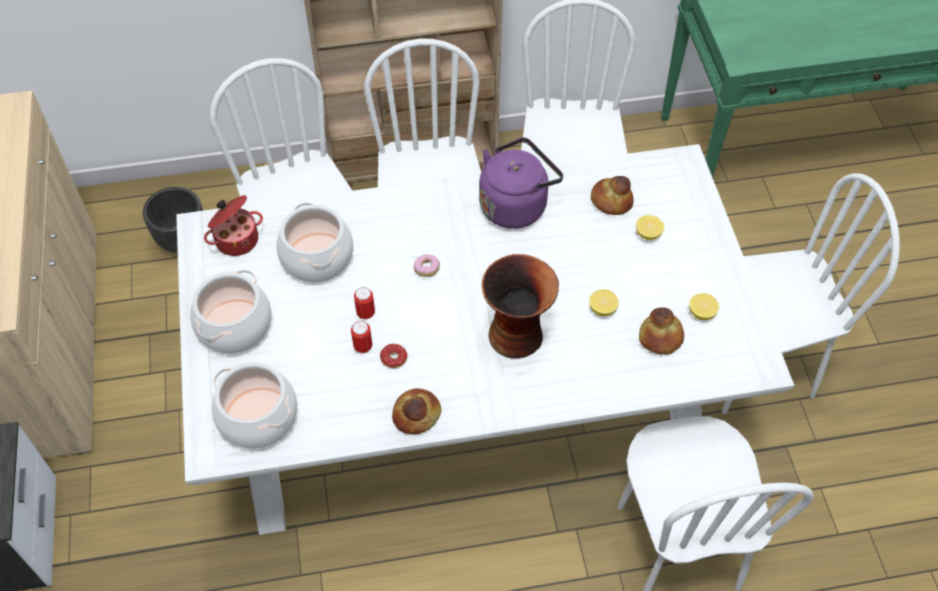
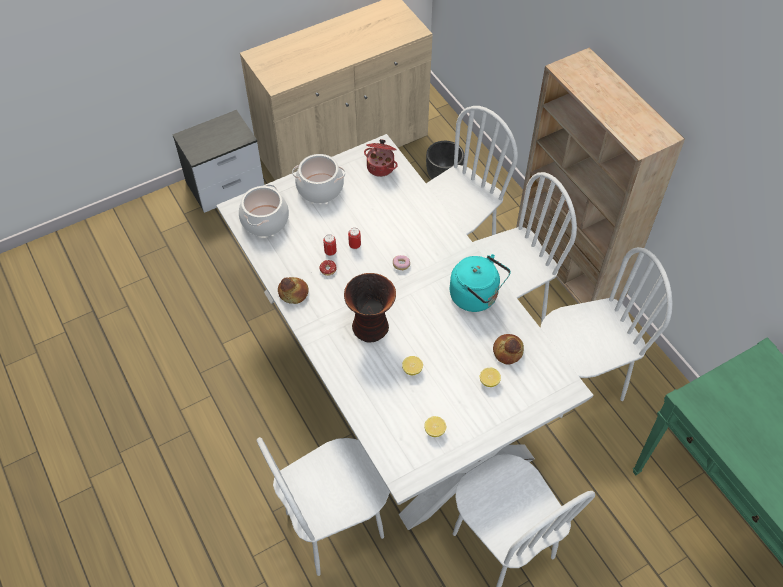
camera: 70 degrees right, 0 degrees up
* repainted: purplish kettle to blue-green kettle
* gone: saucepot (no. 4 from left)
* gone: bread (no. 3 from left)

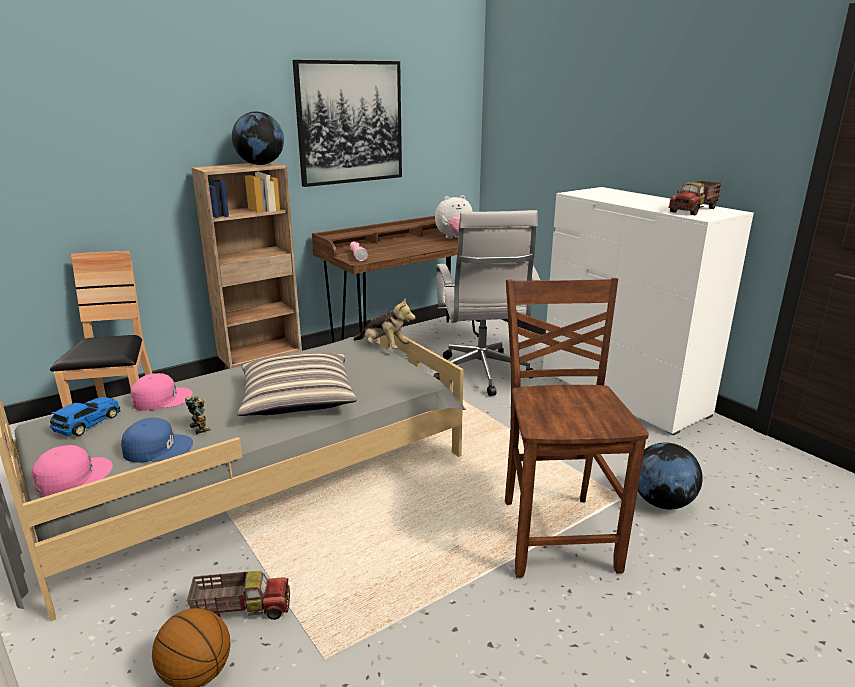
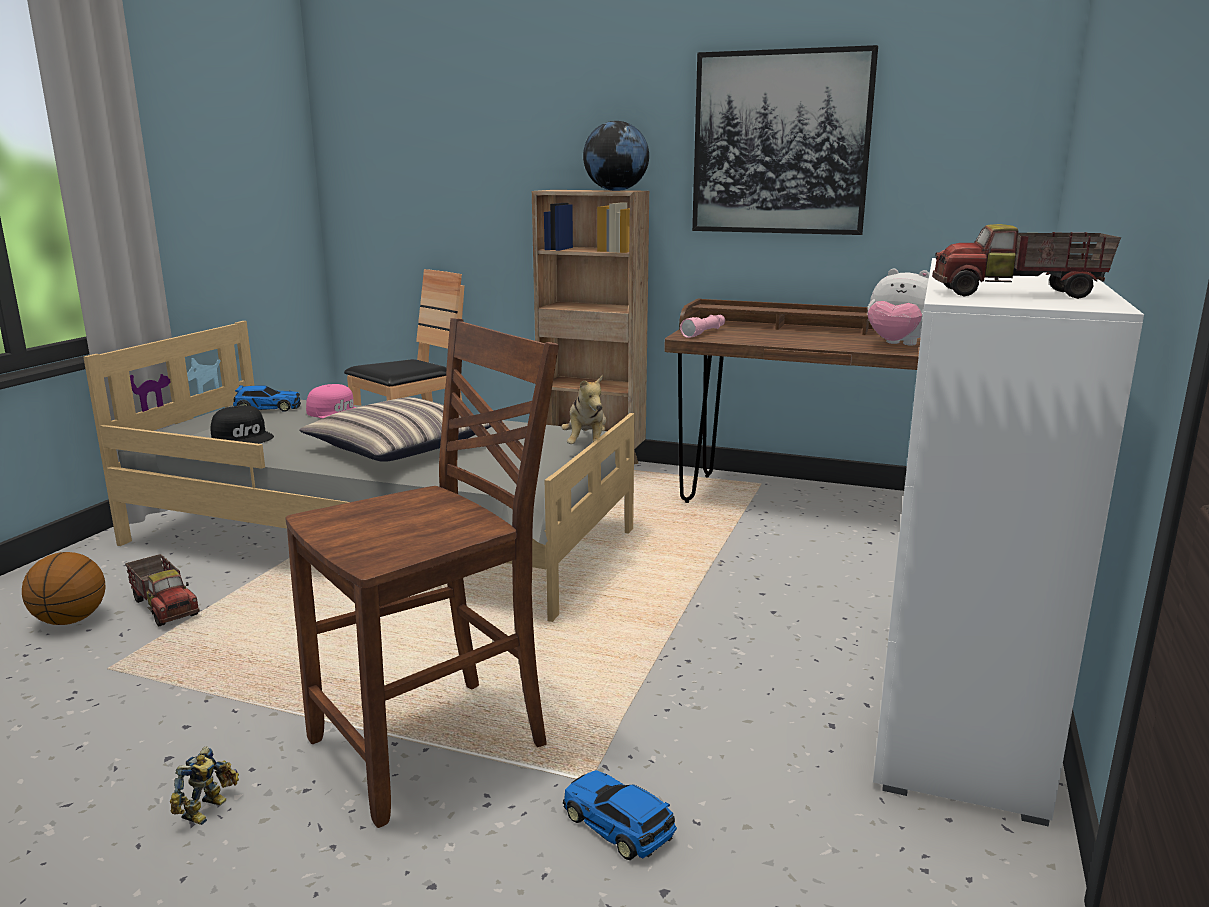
camera: 55 degrees right, 5 degrees down
* gone: whitish office chair
* shifted: model robot
* repainted: bluish baseball cap to blackish baseball cap
* swapped: world globe (no. 2 from left) to model car (no. 2 from left)
* gone: pink baseball cap (no. 1 from left)

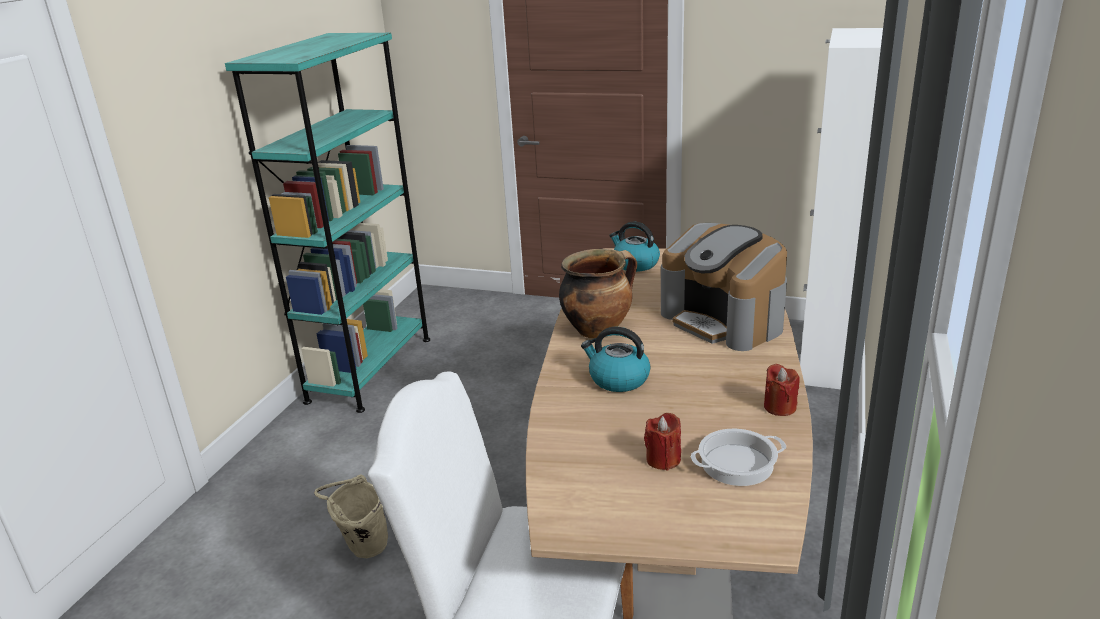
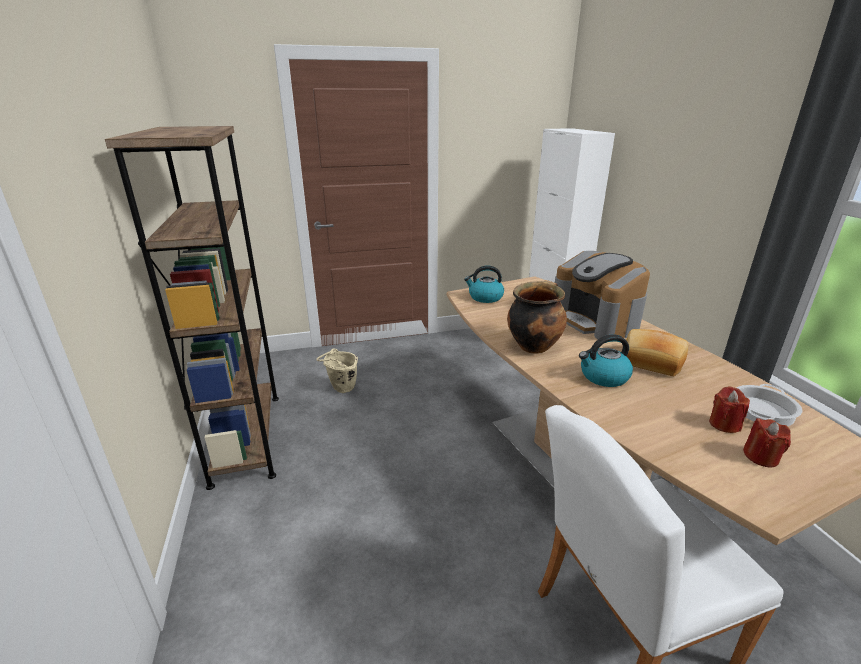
camera: 35 degrees left, 0 degrees up
* repainted: blue-green bookcase to brown-coloured bookcase
* rotated: coffee machine 45 degrees clockwise
* shifted: red-coloured wax light (no. 2 from left)
* shifted: sand-coloured pail
* new: bread

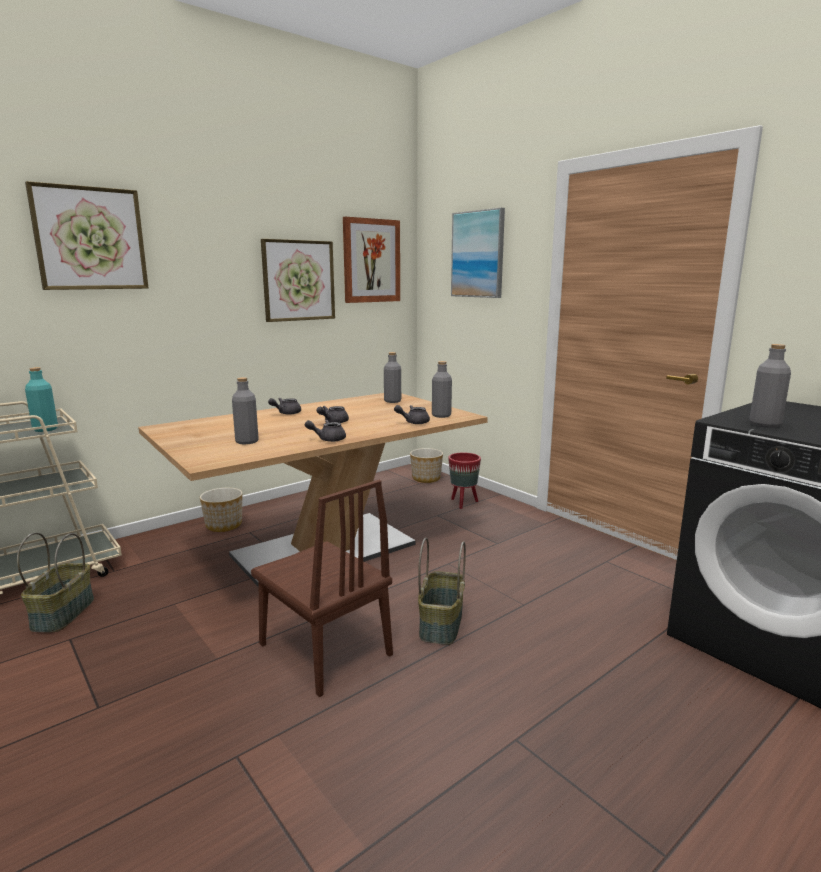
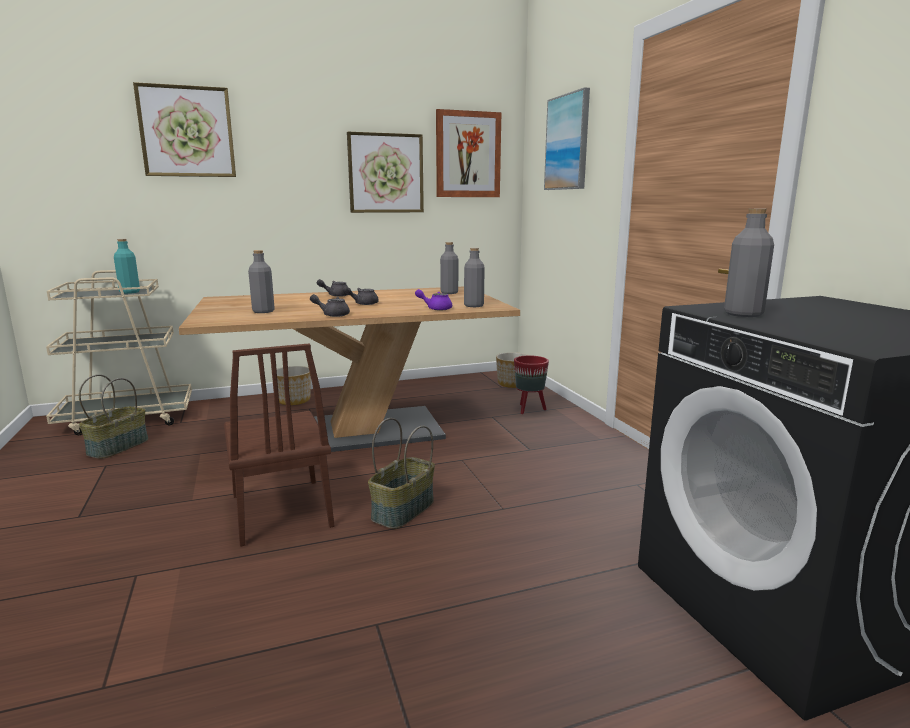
camera: 20 degrees right, 0 degrees up
* repainted: greyish teapot (no. 4 from left) to purplish teapot

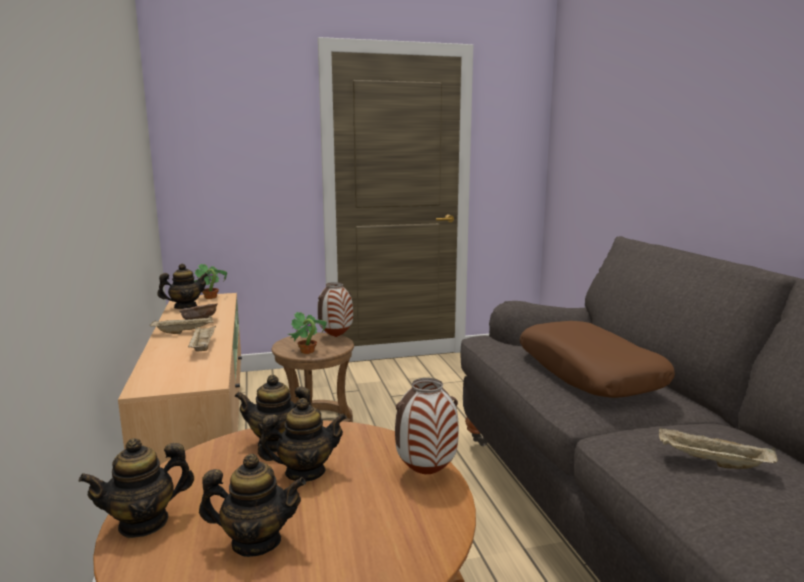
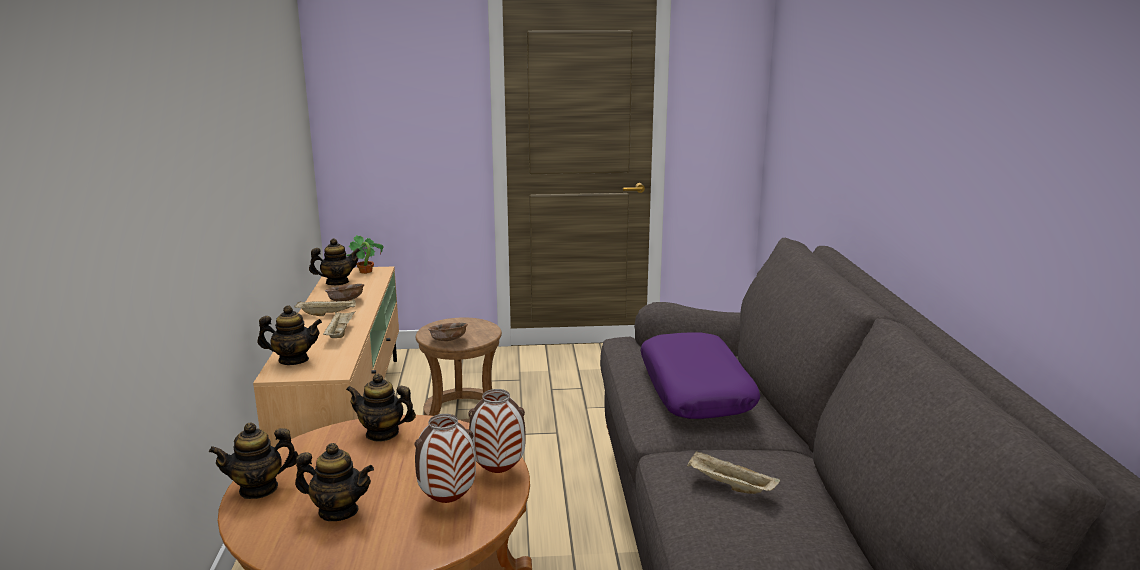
camera: 10 degrees right, 5 degrees up
* shifted: decorative vase (no. 1 from left)
* swapped: potted plant (no. 2 from left) to brown-coloured serving bowl (no. 2 from left)
* repainted: brown-coloured pillow to purplish pillow
* shifted: teapot (no. 5 from left in the first image) to teapot (no. 2 from left)

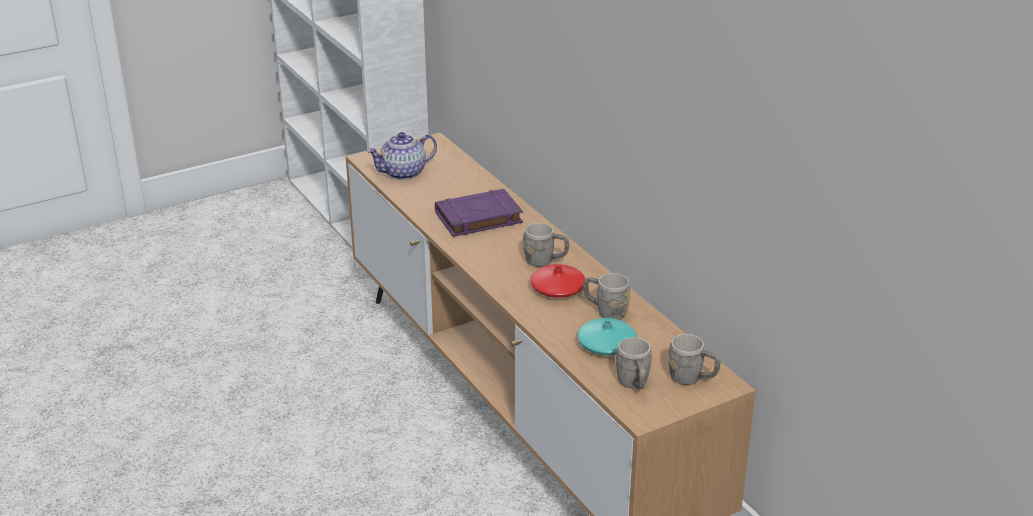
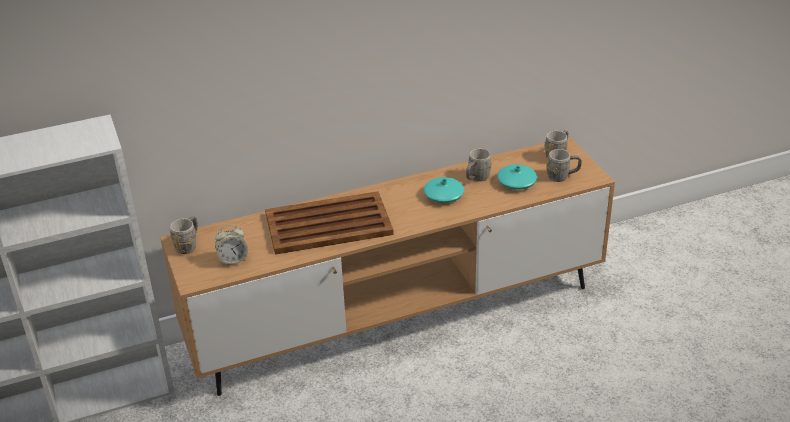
camera: 80 degrees left, 5 degrees up
* swapped: teapot to table clock
* swapped: purplish volume to brown-coloured serving tray
* shifted: greyish coffee mug (no. 1 from left)
* repainted: red-coloured decorative vase to blue-green decorative vase (no. 1 from left)

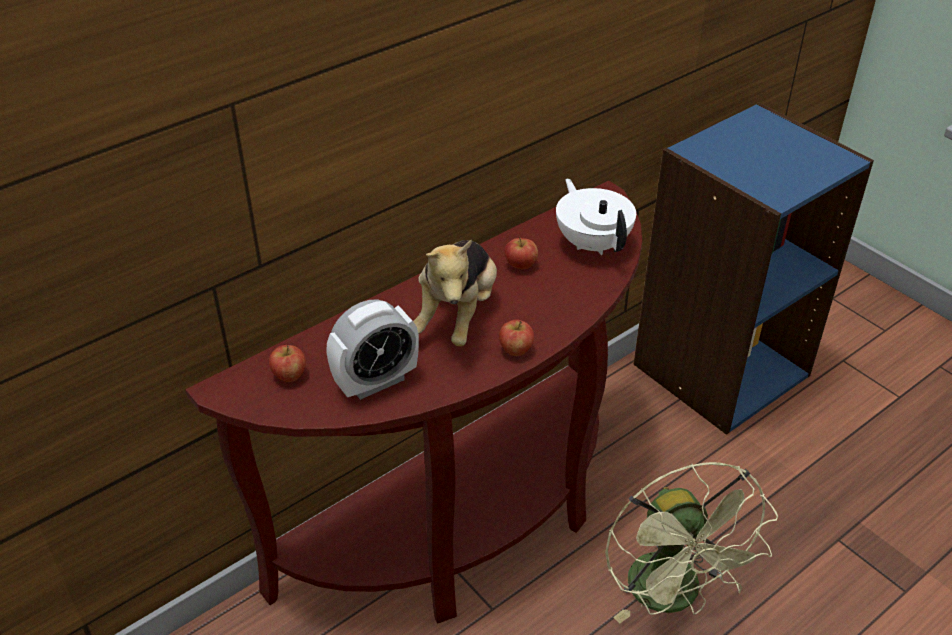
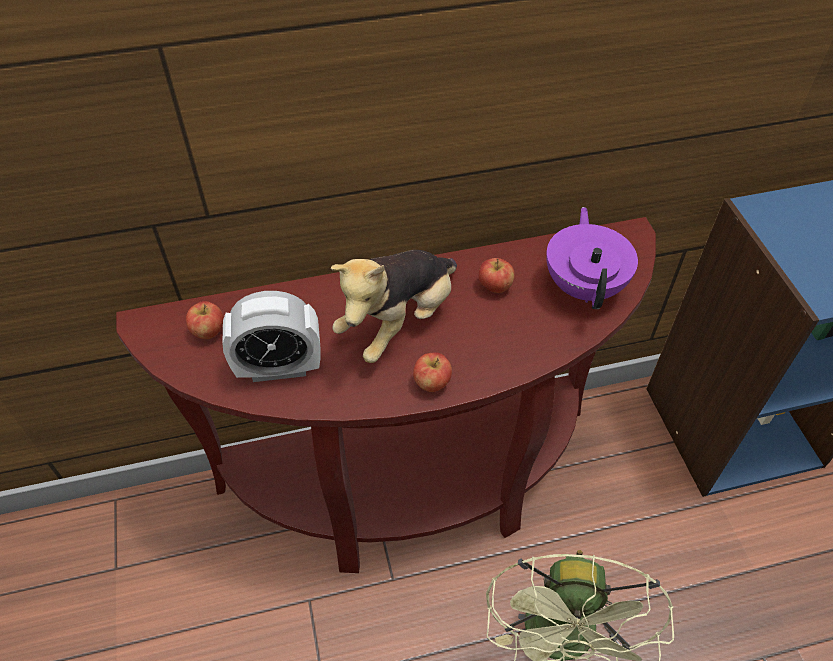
camera: 25 degrees right, 10 degrees up
* repainted: whitish teapot to purplish teapot

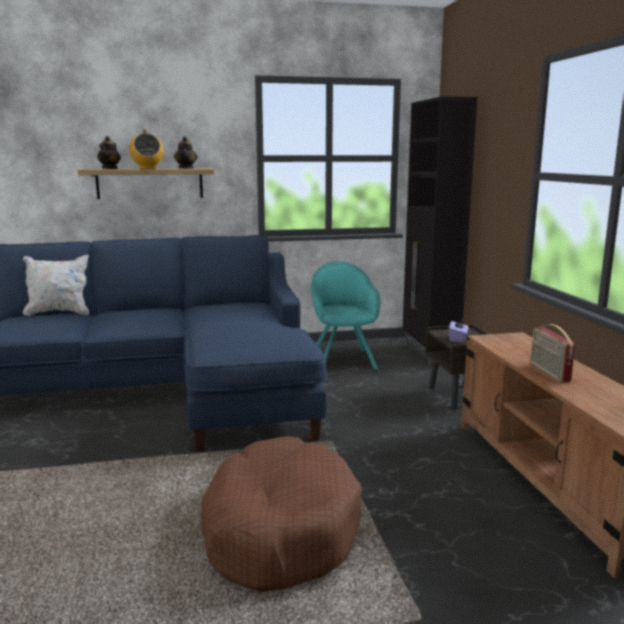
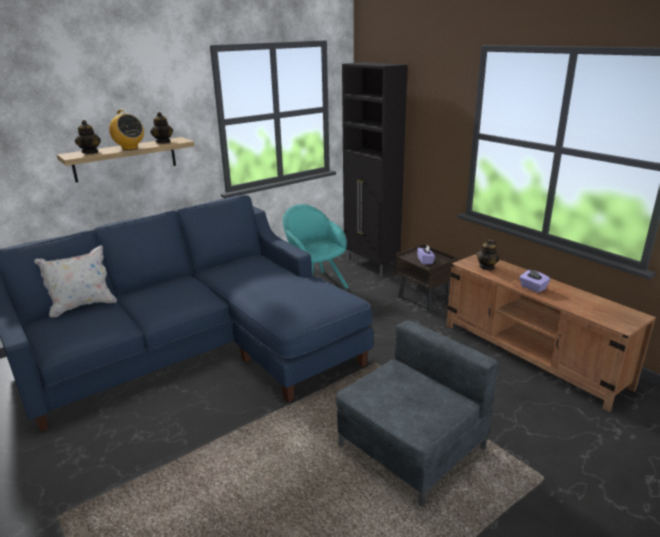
camera: 25 degrees left, 10 degrees up
* swapped: radio receiver (no. 2 from left) to purplish box of tissues (no. 2 from left)
* swapped: brown-coloured pet bed to greyish lounge chair
* new: teapot (no. 3 from left)

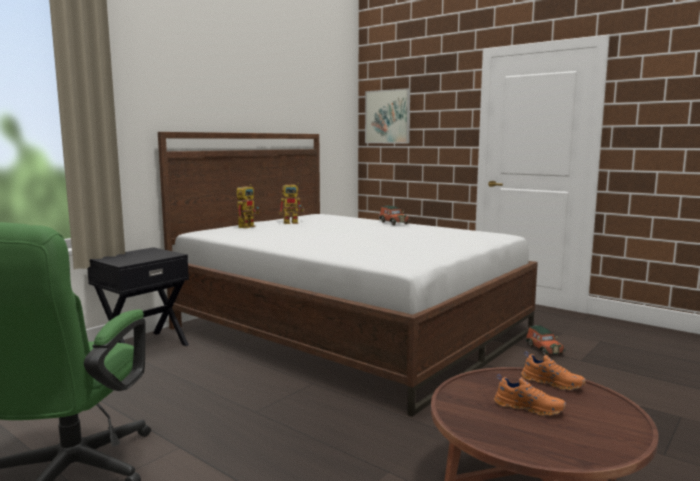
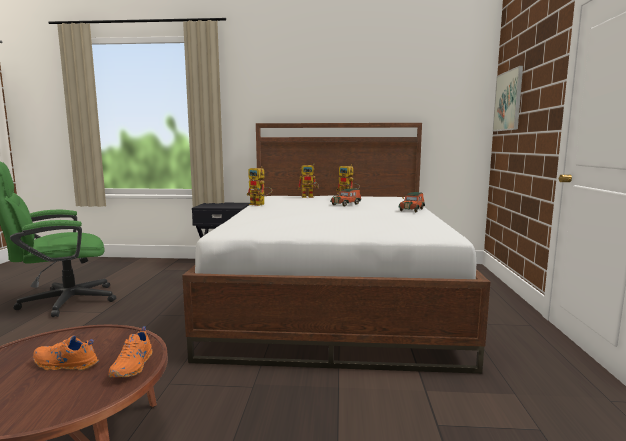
camera: 55 degrees right, 0 degrees up
* shifted: model car (no. 2 from left in the first image) to model car (no. 1 from left)
* rotated: orange shoe (no. 1 from left) 105 degrees clockwise
* new: model robot (no. 1 from left)

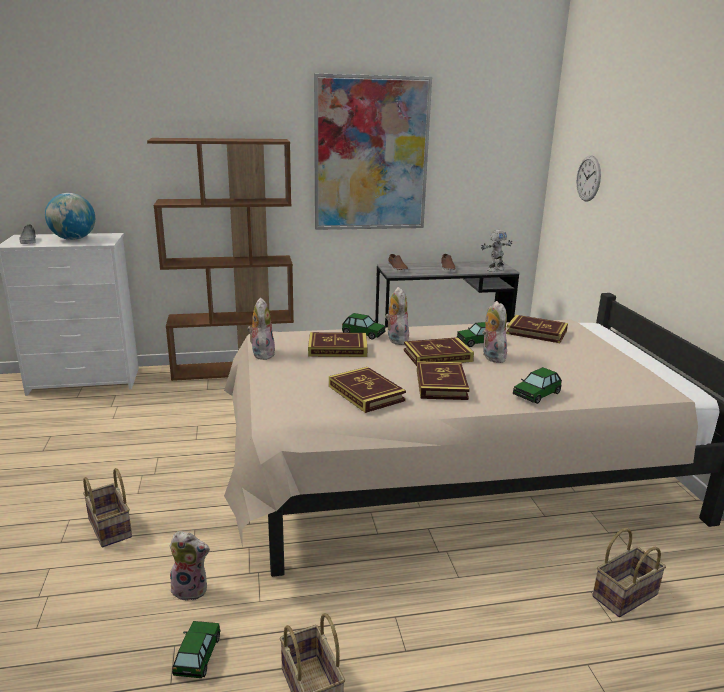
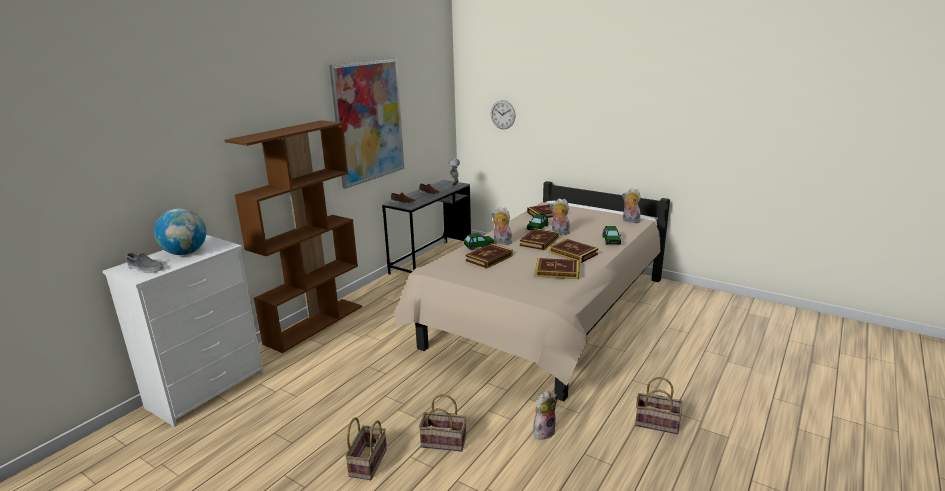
camera: 45 degrees left, 0 degrees up
* shifted: cuddly toy (no. 2 from left in the first image) to cuddly toy (no. 4 from left)
* shifted: storage basket (no. 3 from left in the first image) to storage basket (no. 1 from left)
* gone: model car (no. 1 from left)

